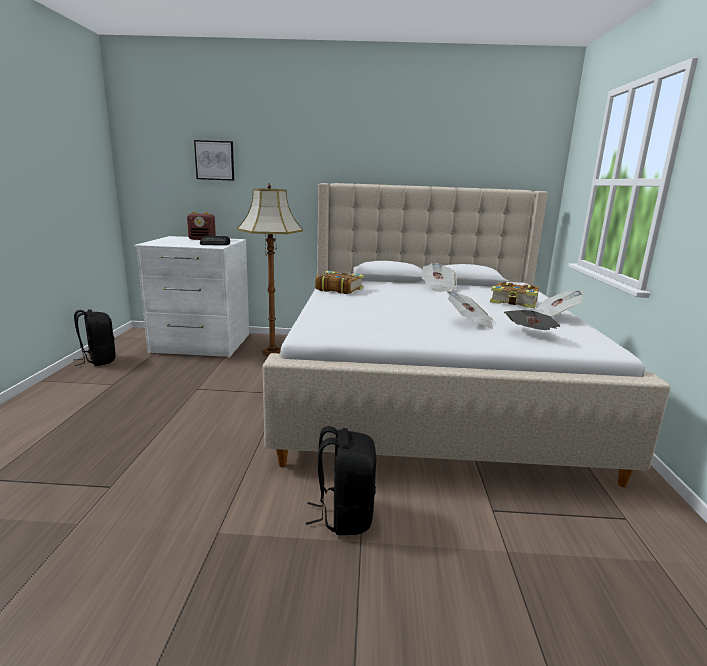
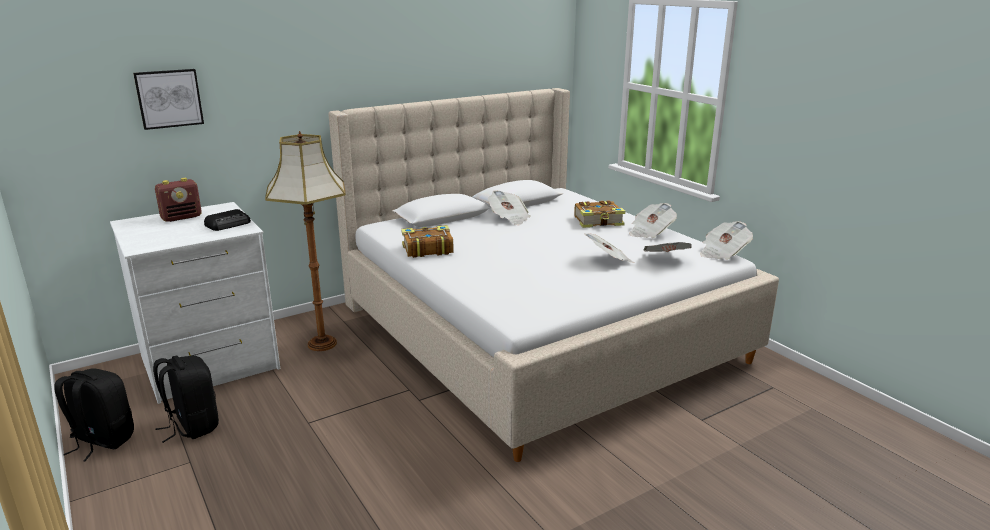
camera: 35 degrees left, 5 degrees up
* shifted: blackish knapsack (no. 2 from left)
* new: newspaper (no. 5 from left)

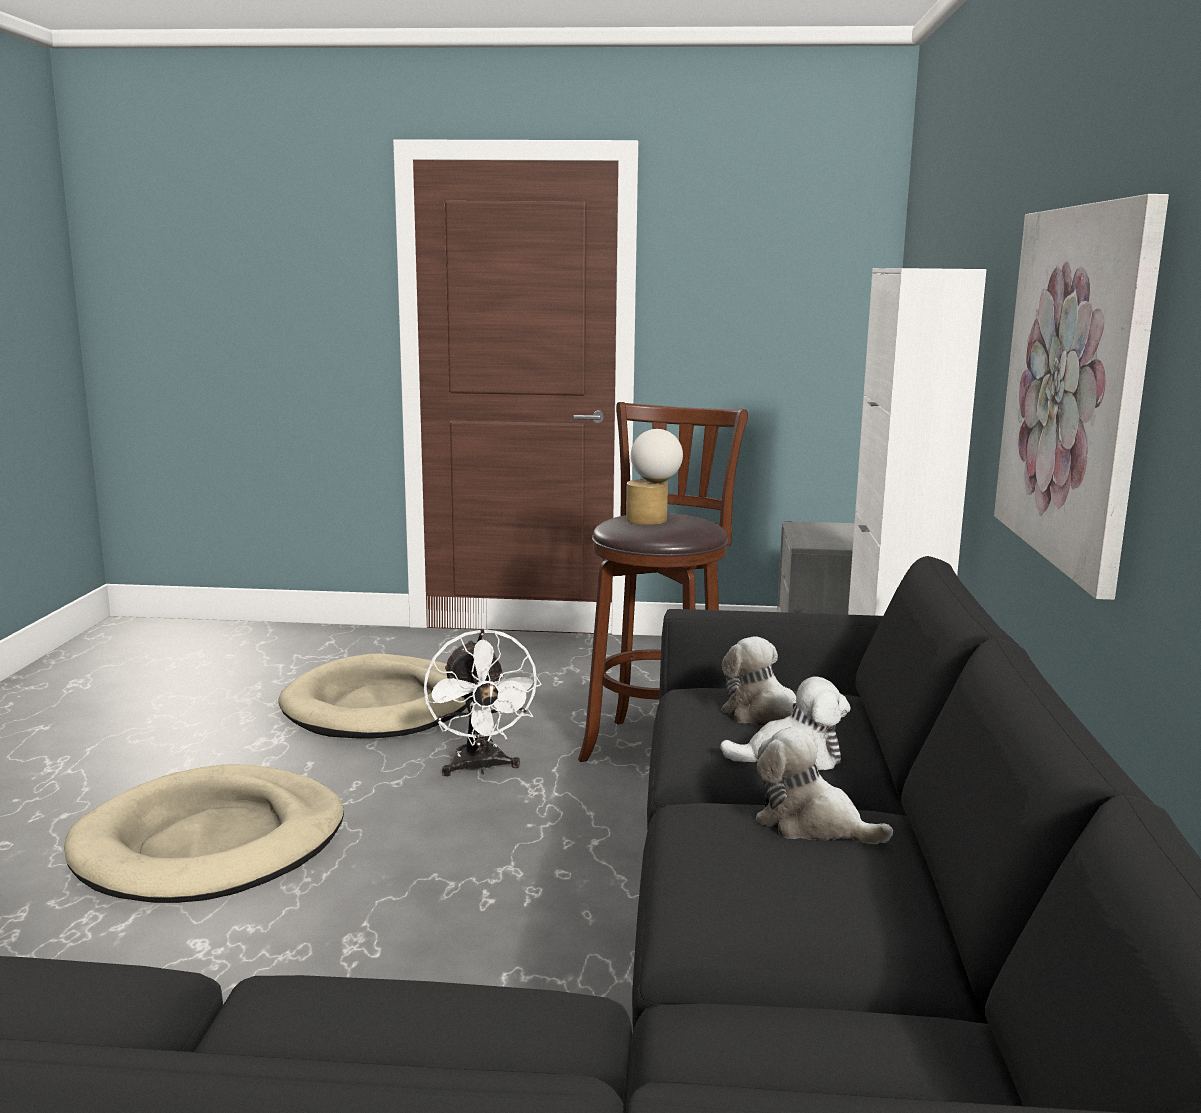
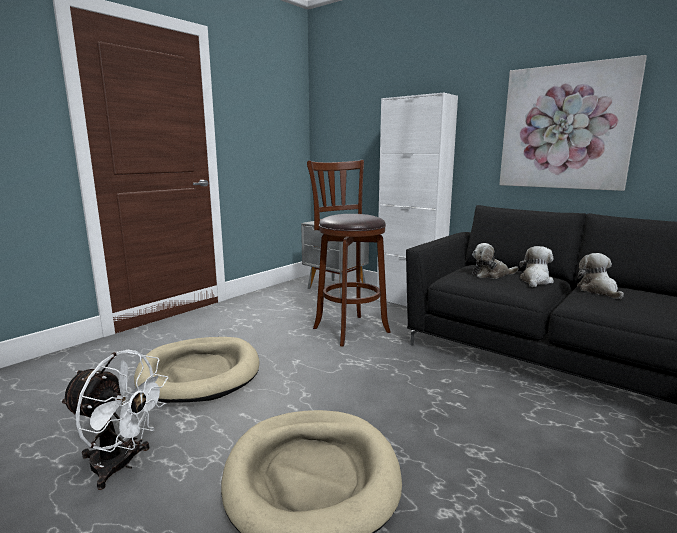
camera: 55 degrees left, 0 degrees up
* gone: lamp for a table
* shifted: whitish fan
* rotated: cuddly toy (no. 3 from left) 105 degrees clockwise

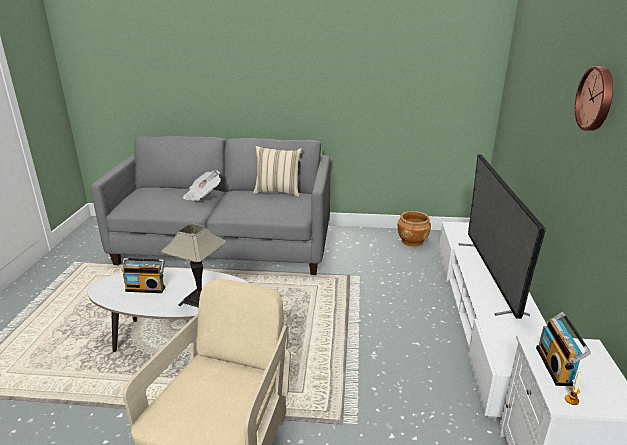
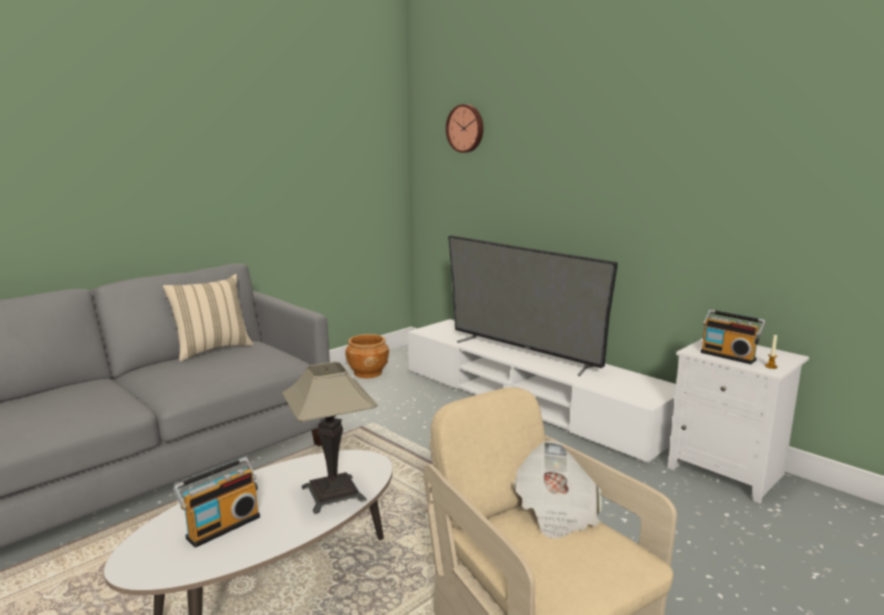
camera: 50 degrees left, 10 degrees down
* shifted: clock on the wall
* shifted: newspaper

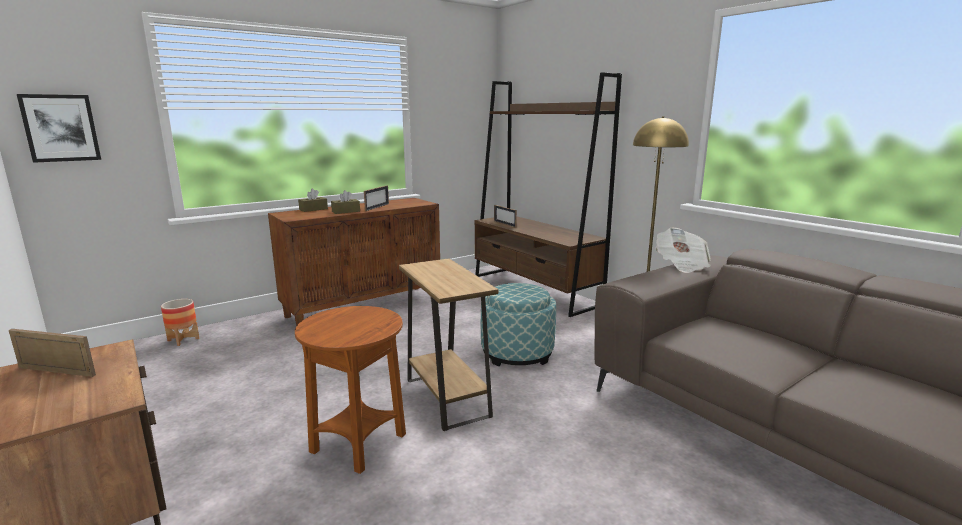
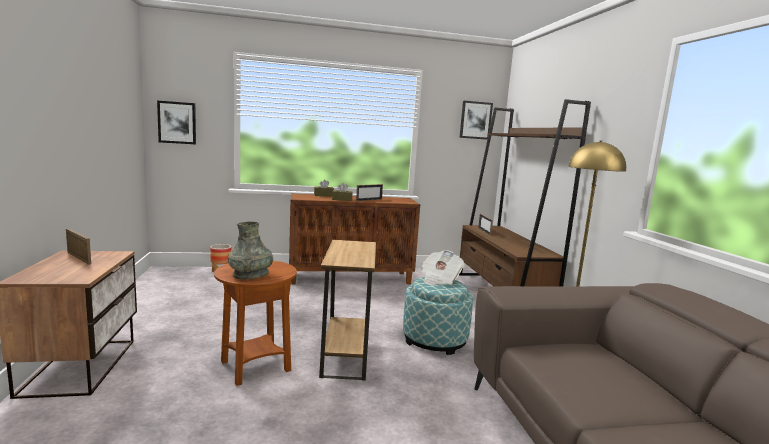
camera: 25 degrees right, 5 degrees down
* shifted: newspaper
* new: picture (no. 2 from left)
* new: greyish decorative vase

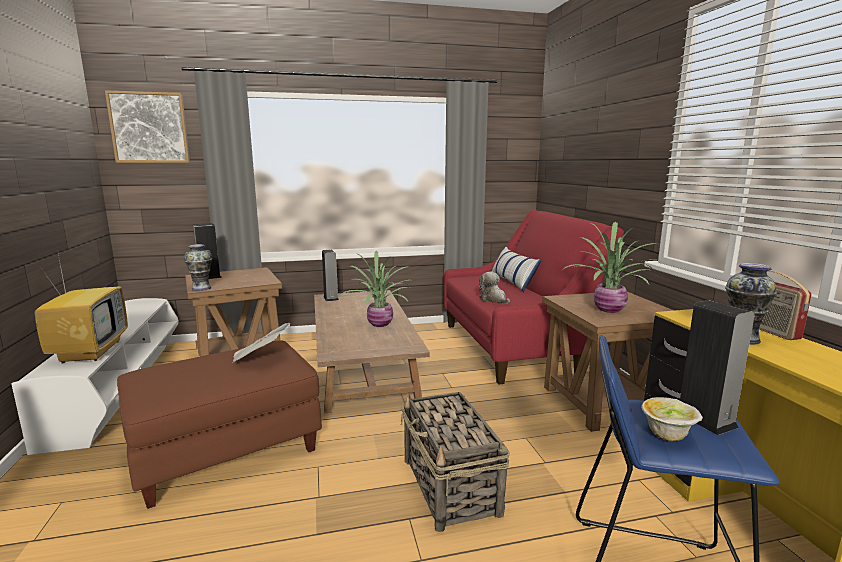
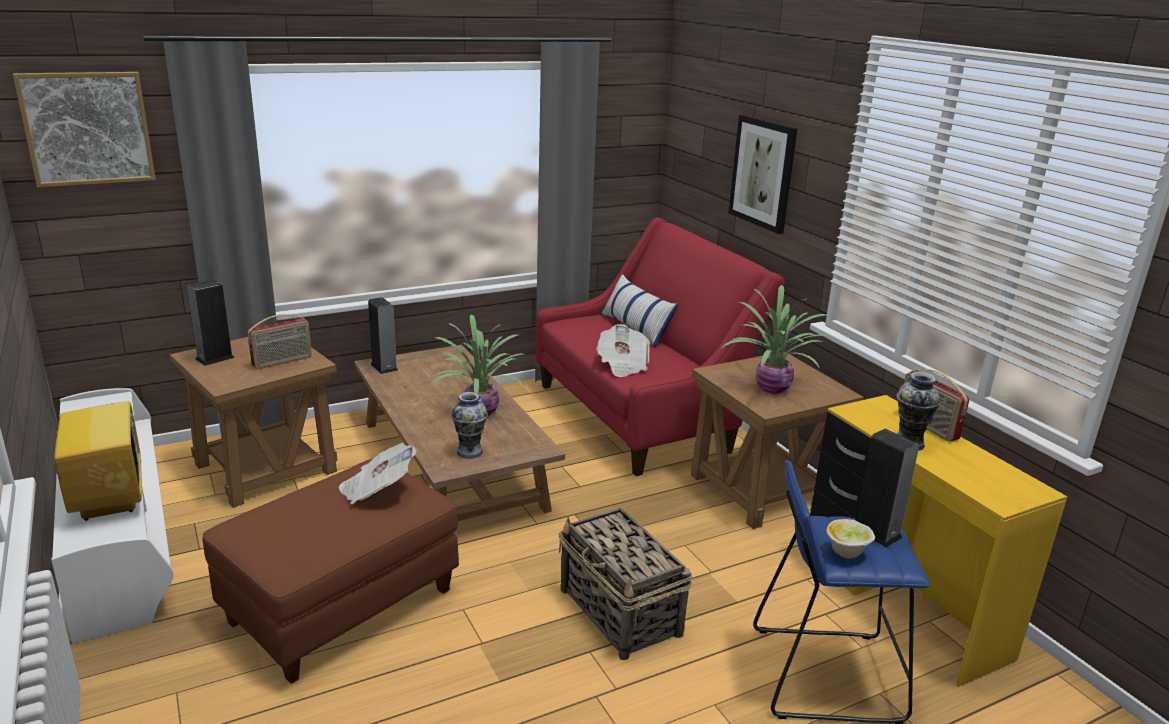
camera: 15 degrees left, 10 degrees up
* shifted: decorative vase (no. 1 from left)
* swapped: cuddly toy to newspaper (no. 2 from left)
* new: picture (no. 2 from left)
* new: radio receiver (no. 1 from left)

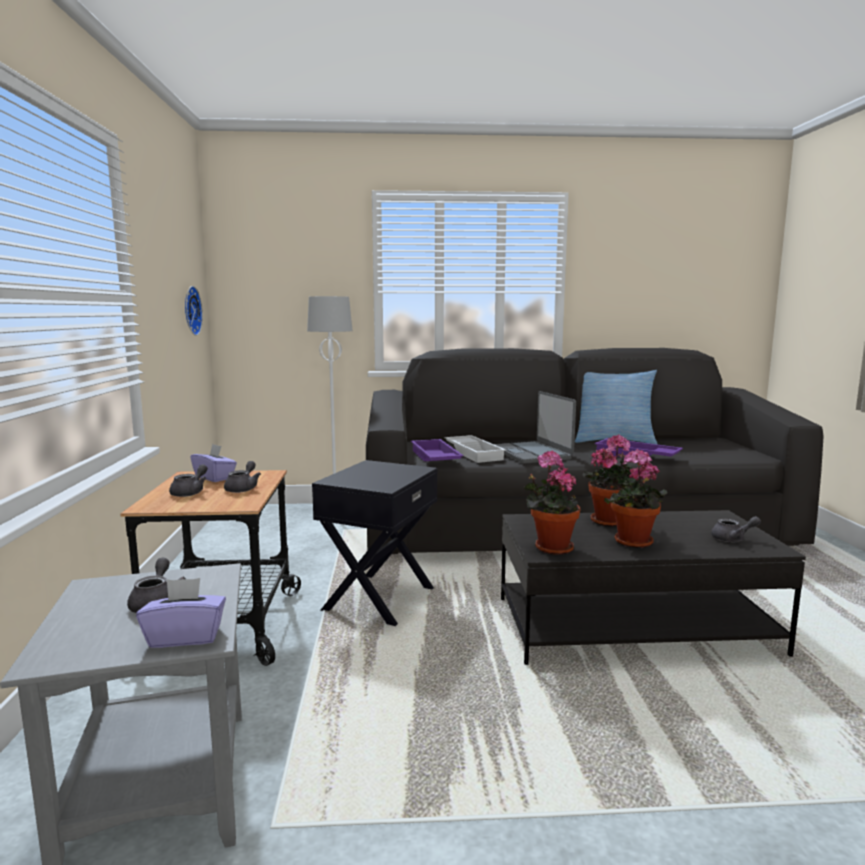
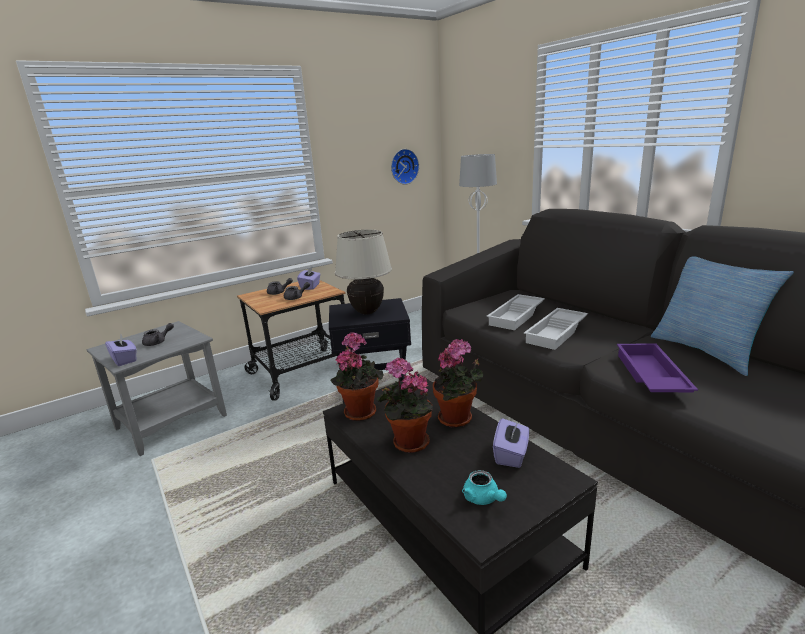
camera: 60 degrees right, 10 degrees up
* swapped: notebook computer to whitish serving tray (no. 2 from left)
* gone: purplish serving tray (no. 1 from left)
* repainted: greyish teapot (no. 4 from left) to blue-green teapot
* new: sand-coloured lamp for a table
* new: purplish box of tissues (no. 3 from left)

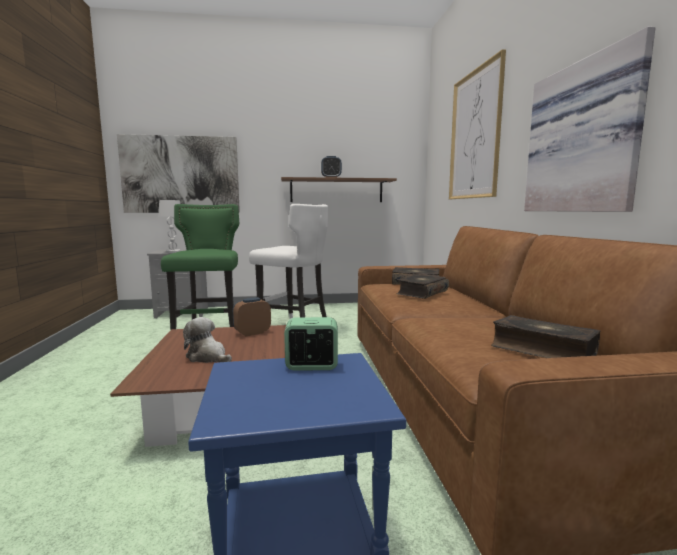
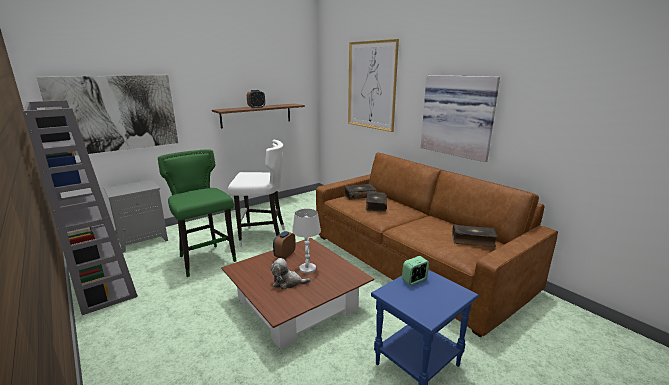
camera: 30 degrees left, 10 degrees up
* shifted: whitish lamp for a table
* new: greyish bookcase

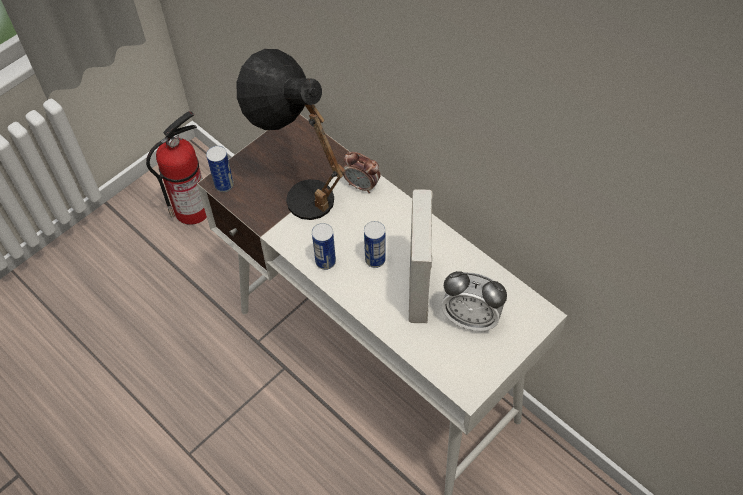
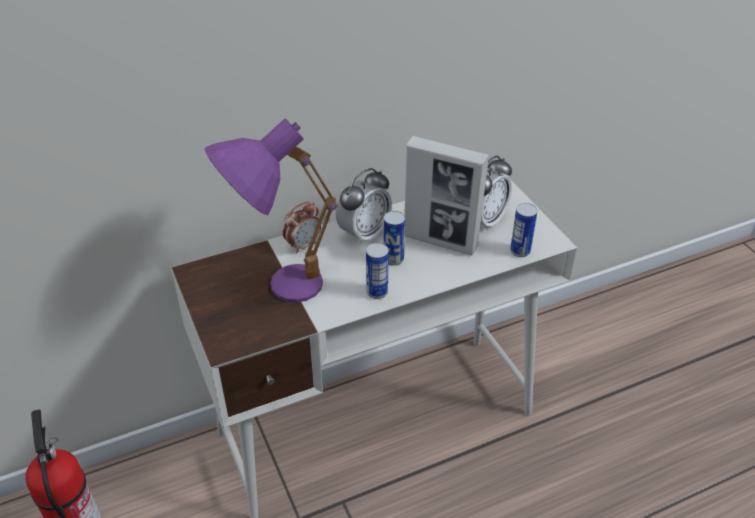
camera: 70 degrees left, 15 degrees down
* repainted: blackish lamp for a table to purplish lamp for a table
* shifted: can (no. 1 from left in the first image) to can (no. 3 from left)
* new: table clock (no. 2 from left)

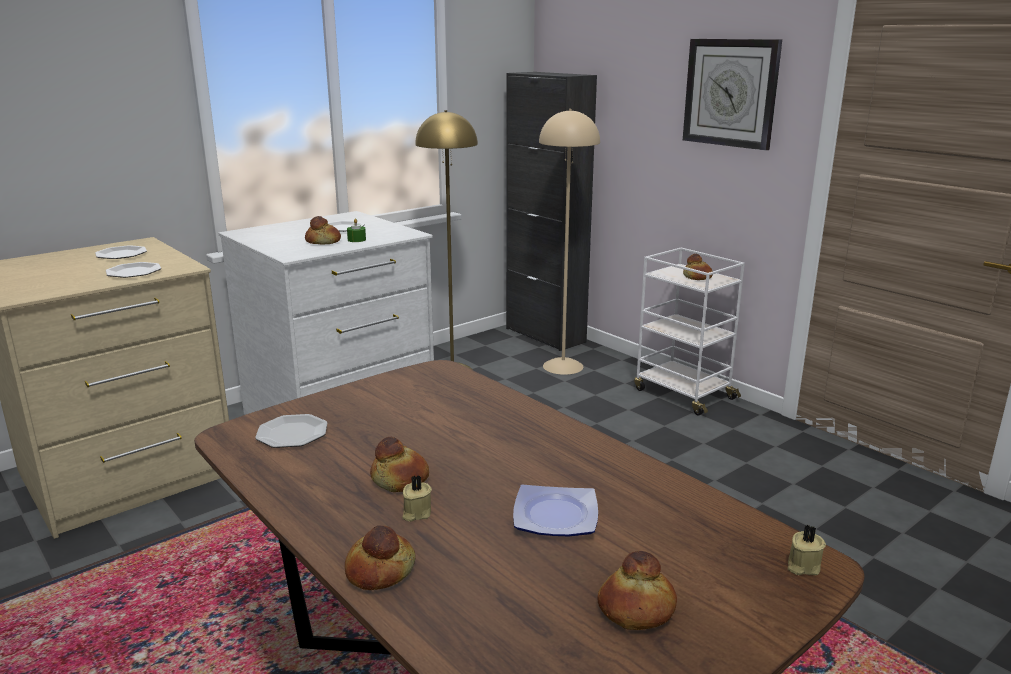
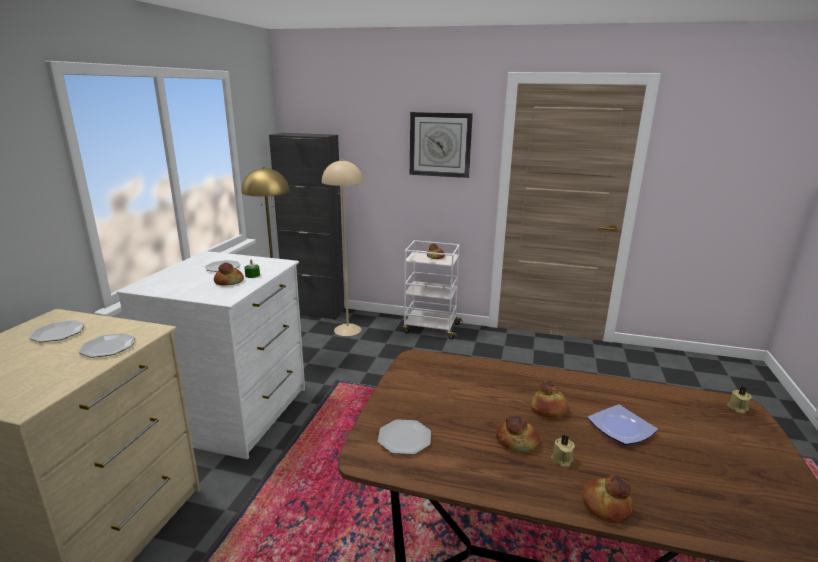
camera: 35 degrees left, 0 degrees up
* shifted: bread (no. 4 from left)

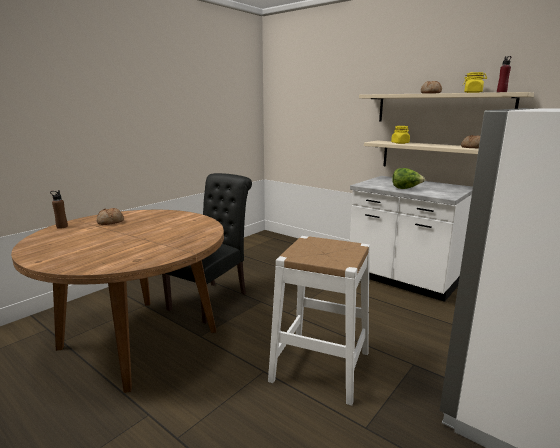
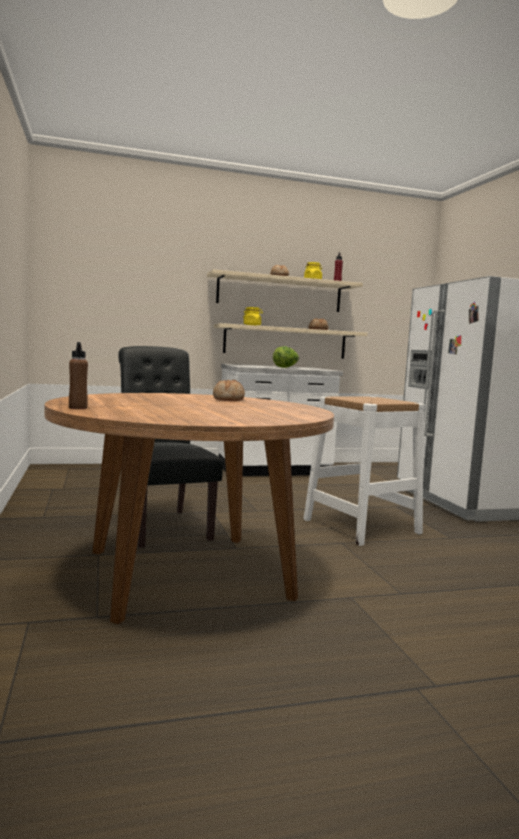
camera: 55 degrees left, 10 degrees down
* shifted: bread (no. 1 from left)

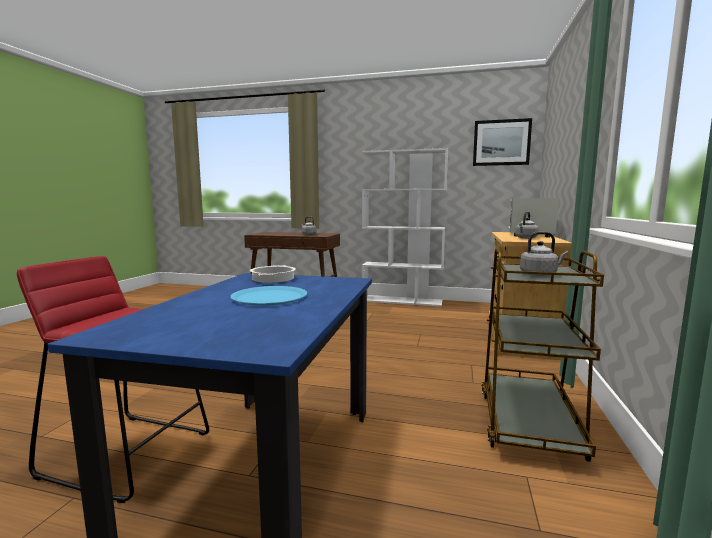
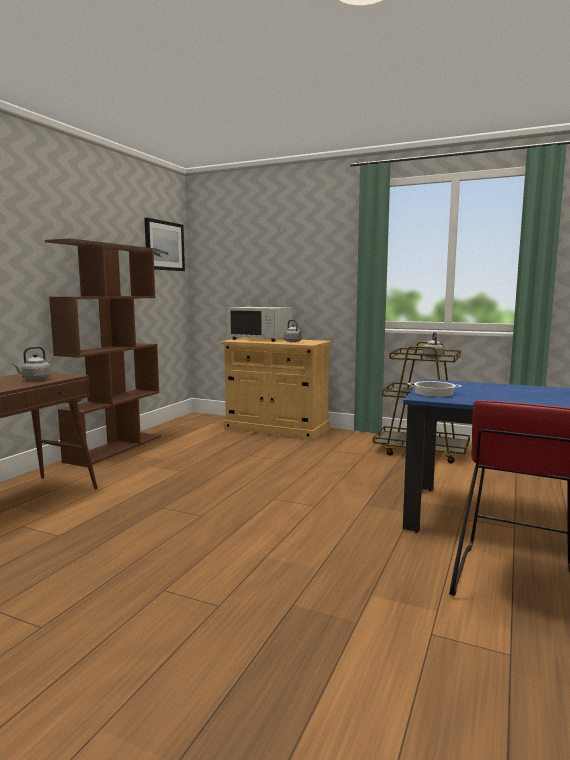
camera: 80 degrees left, 0 degrees up
* repainted: whitish bookcase to brown-coloured bookcase
* gone: bluish plate

